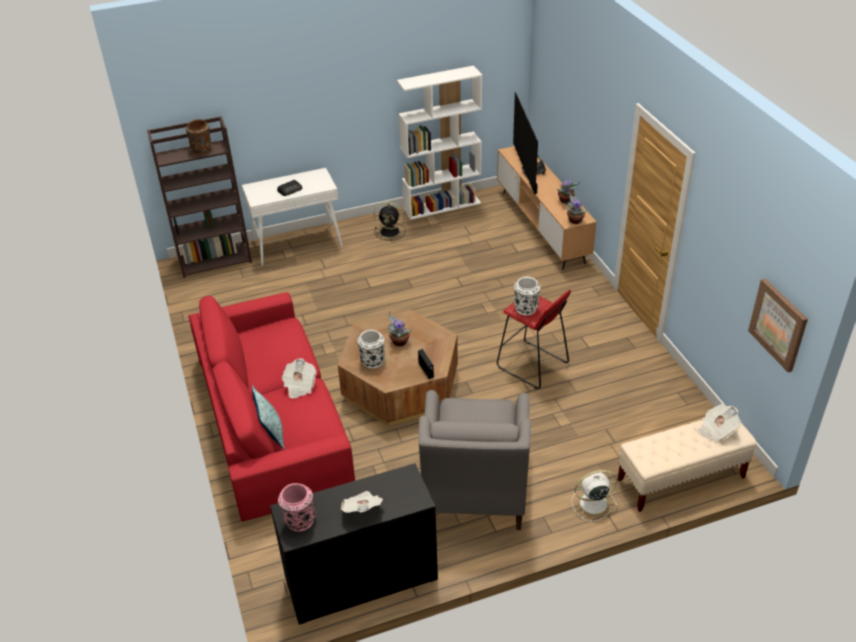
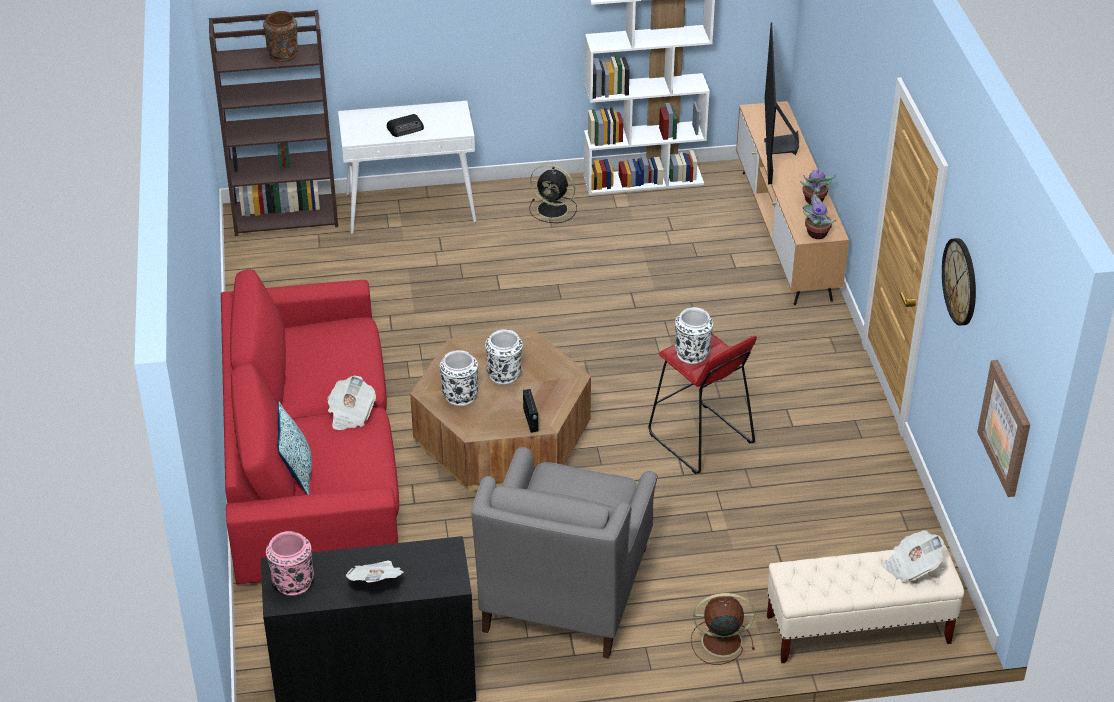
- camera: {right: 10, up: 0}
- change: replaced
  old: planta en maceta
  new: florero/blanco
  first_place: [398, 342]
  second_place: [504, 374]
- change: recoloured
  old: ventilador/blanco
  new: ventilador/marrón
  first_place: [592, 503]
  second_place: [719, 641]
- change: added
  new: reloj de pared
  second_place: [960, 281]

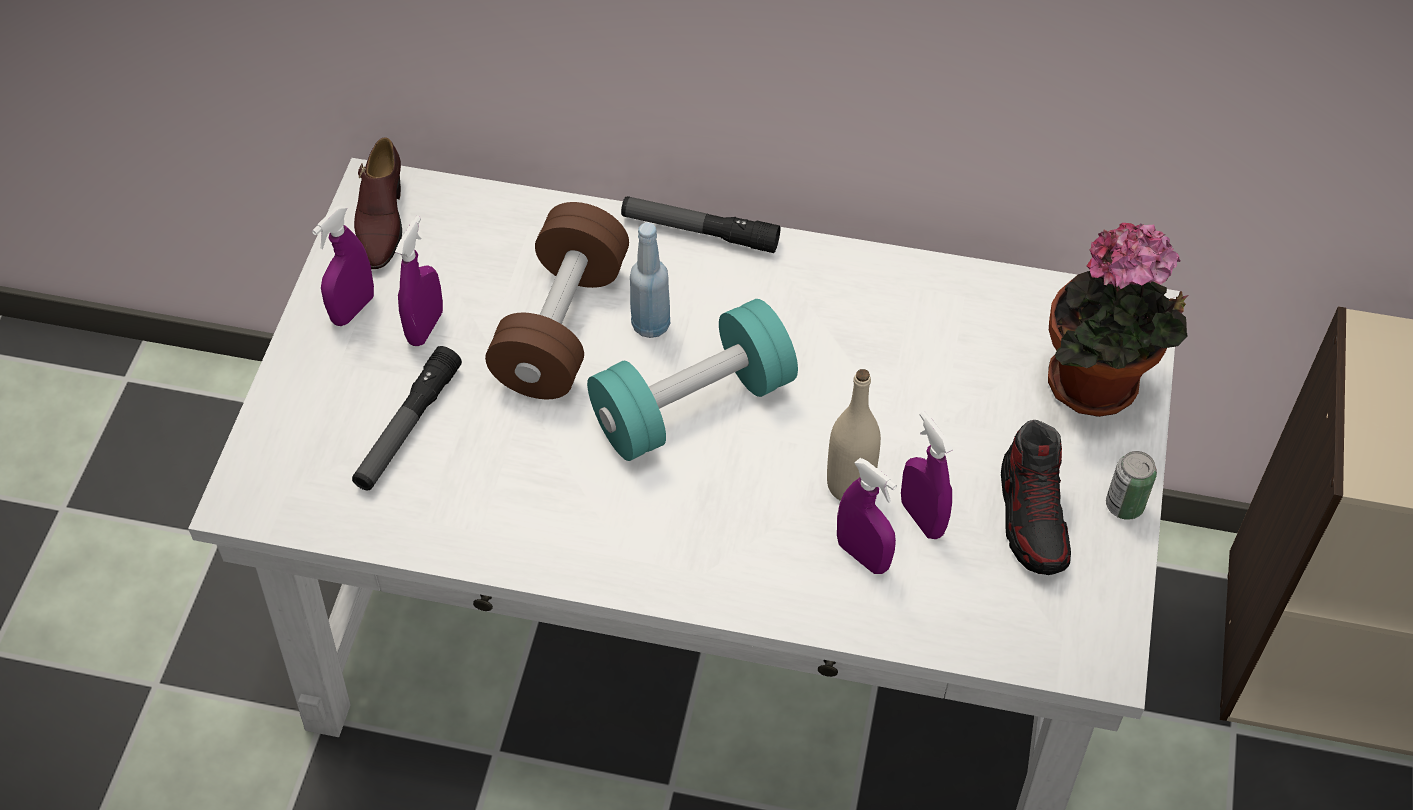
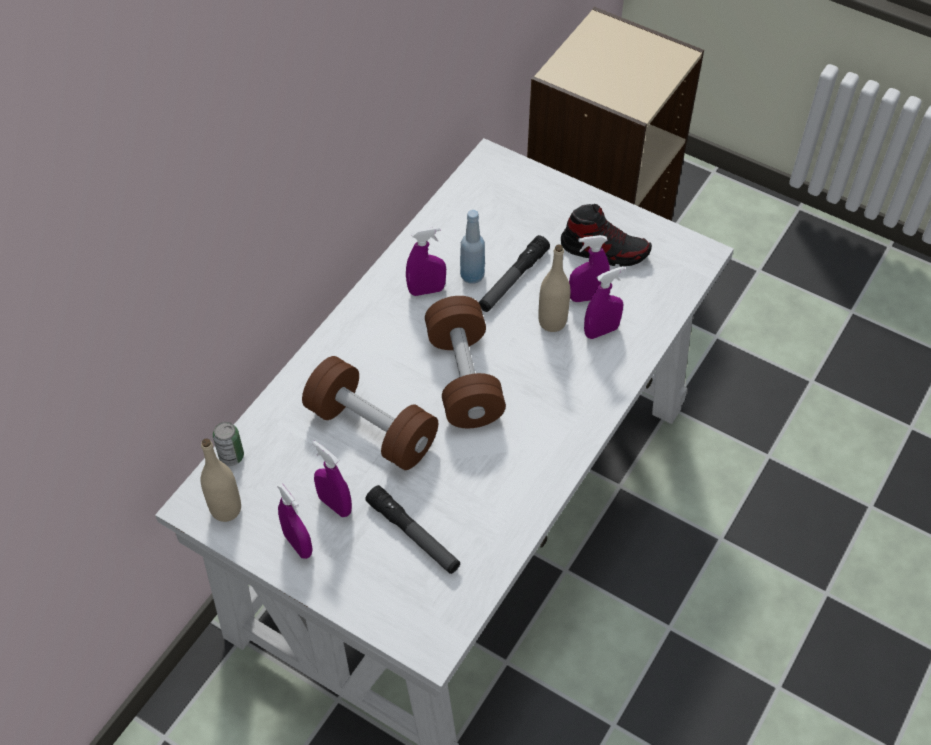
- camera: {right: -70, up: 0}
- change: replaced
  old: zapato/marrón
  new: botella/beis
  first_place: [381, 220]
  second_place: [226, 509]
- change: moved
  old: linterna
  first_place: [699, 231]
  second_place: [513, 280]
- change: moved
  old: botella/azul
  first_place: [650, 325]
  second_place: [472, 276]
- change: removed
  old: planta en maceta
  first_place: [1098, 388]
- change: recoloured
  old: mancuerna/turquesa
  new: mancuerna/marrón
  first_place: [693, 405]
  second_place: [464, 378]
- change: moved
  old: lata
  first_place: [1124, 505]
  second_place: [231, 456]
- change: added
  new: pulverizador/morado
  second_place: [426, 290]

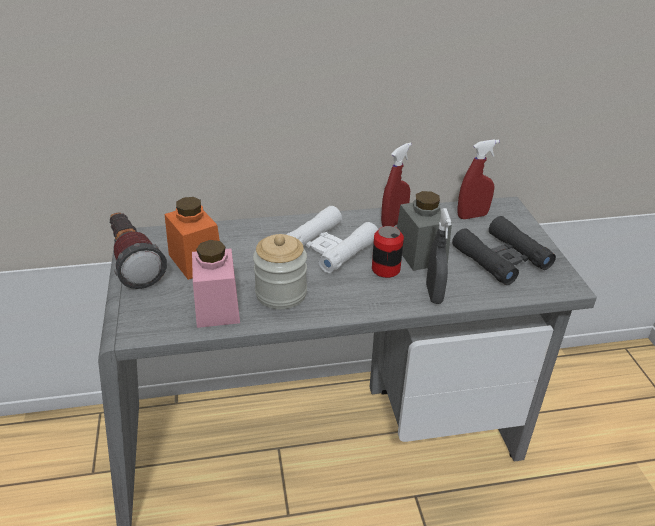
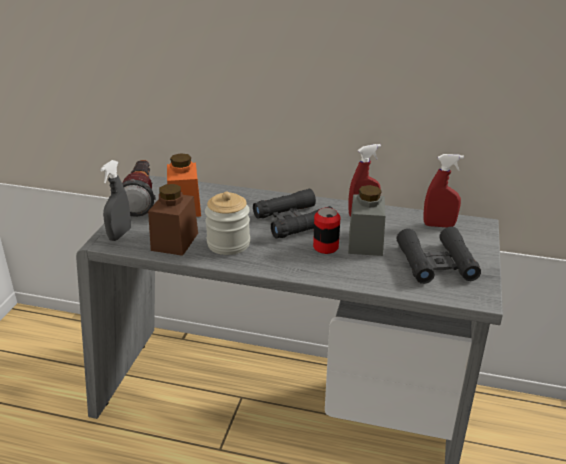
- camera: {right: 25, up: -5}
- change: recoloured
  old: prismáticos/blanco
  new: prismáticos/negro
  first_place: [329, 247]
  second_place: [293, 221]
- change: moved
  old: pulverizador/gris
  first_place: [434, 294]
  second_place: [119, 234]
- change: recoloured
  old: tarro/rosa
  new: tarro/marrón
  first_place: [217, 308]
  second_place: [175, 241]

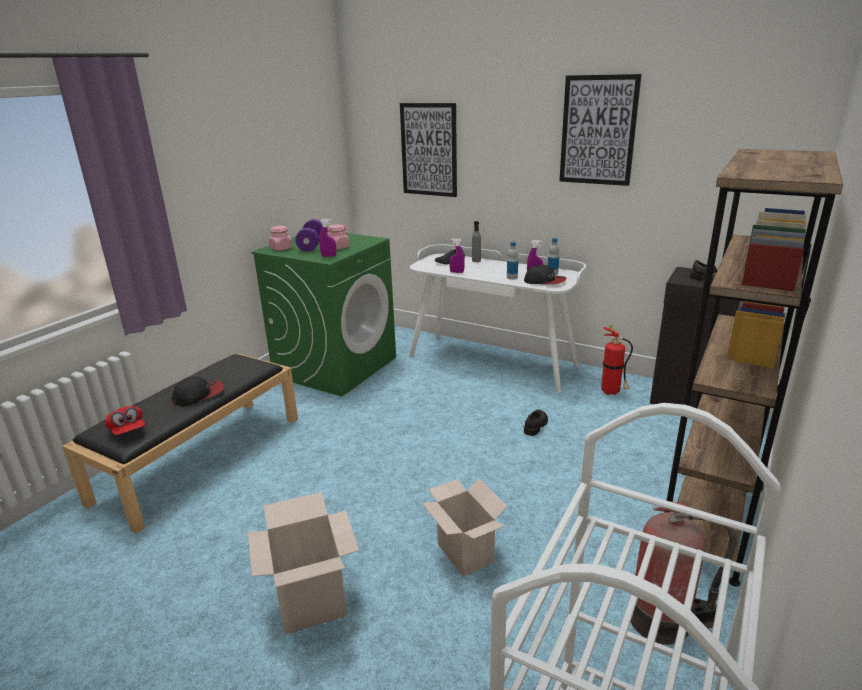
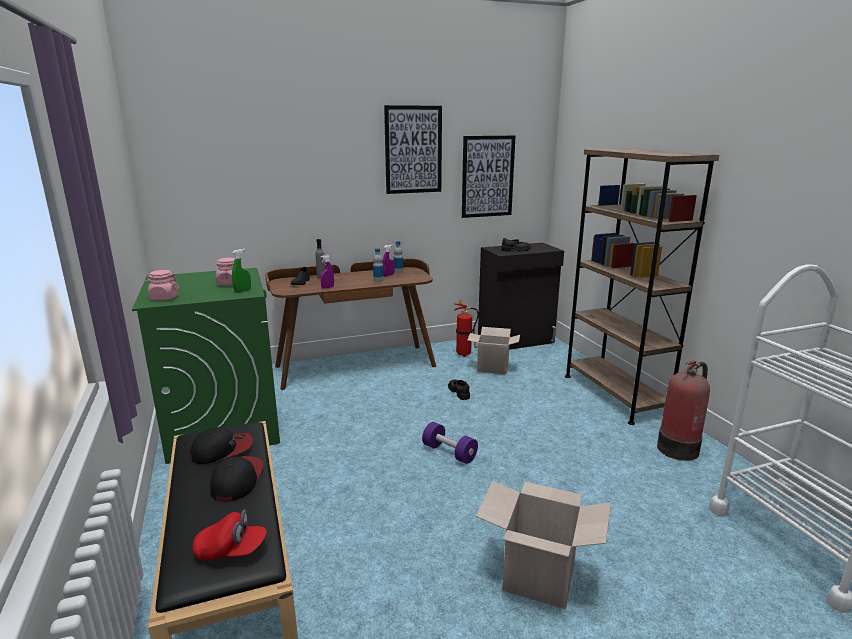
- camera: {right: -50, up: -5}
- change: moved
  old: cuadro
  first_place: [429, 150]
  second_place: [487, 176]
- change: moved
  old: mancuerna/morado
  first_place: [311, 245]
  second_place: [449, 453]
- change: recoloured
  old: pulverizador/morado
  new: pulverizador/verde
  first_place: [328, 256]
  second_place: [243, 291]
- change: recoloured
  old: escritorio/blanco
  new: escritorio/marrón
  first_place: [492, 361]
  second_place: [355, 366]
- change: moved
  old: gorra
  first_place: [545, 281]
  second_place: [222, 450]
- change: moved
  old: caja de cartón
  first_place: [463, 552]
  second_place: [491, 369]

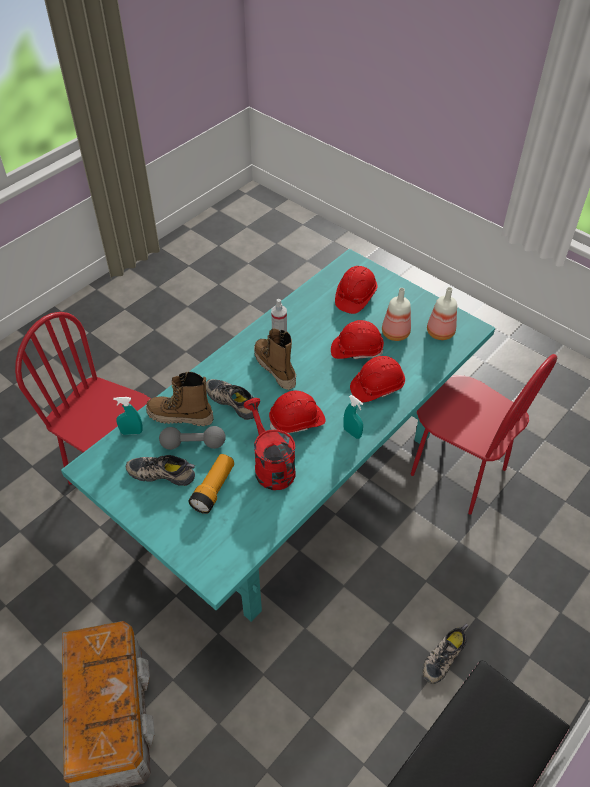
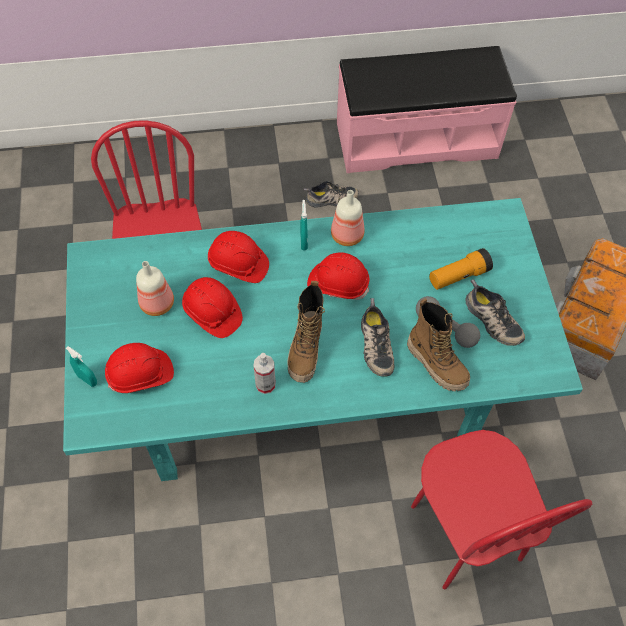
- camera: {right: -140, up: 10}
- change: moved
  old: botella
  first_place: [439, 333]
  second_place: [348, 235]
- change: moved
  old: pulverizador/turquesa
  first_place: [131, 432]
  second_place: [87, 379]
- change: removed
  old: regadera/rojo
  first_place: [271, 465]

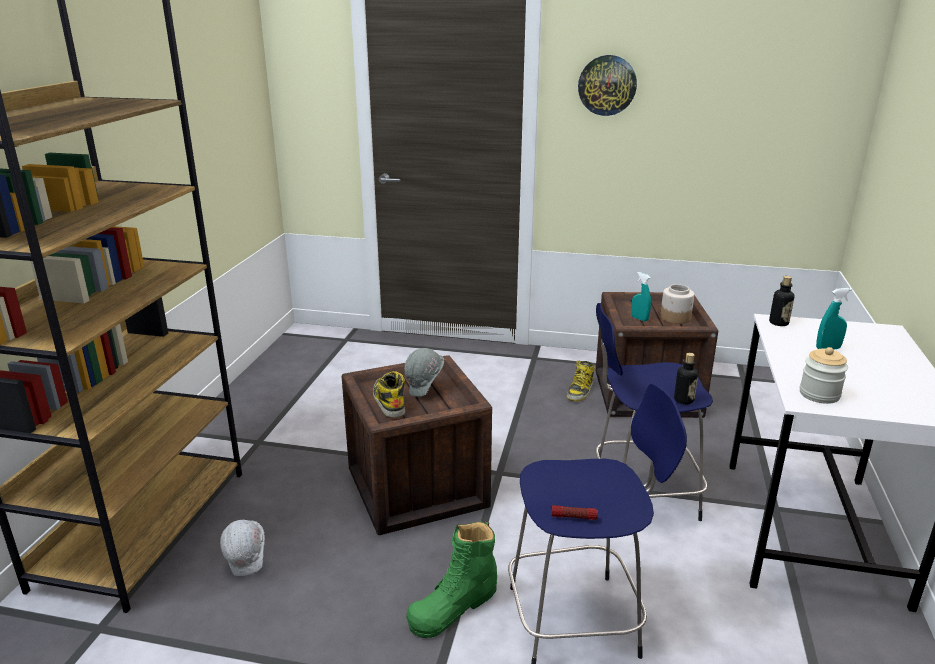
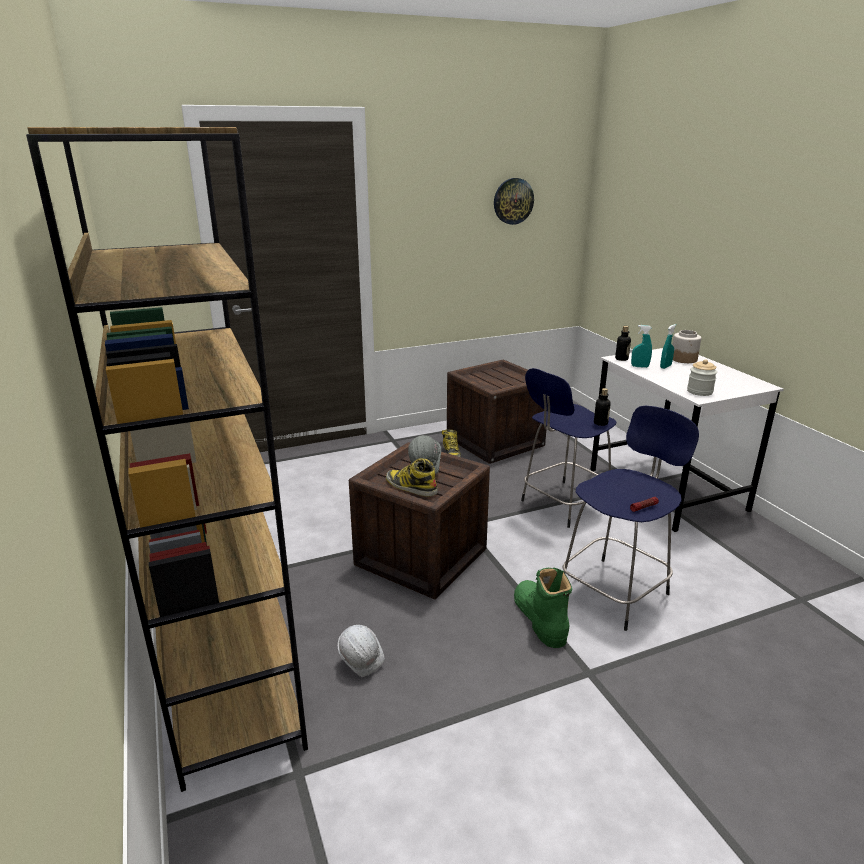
- camera: {right: -35, up: 0}
- change: moved
  old: reloj de pared
  first_place: [607, 85]
  second_place: [513, 201]
- change: moved
  old: pulverizador/turquesa
  first_place: [639, 319]
  second_place: [639, 366]
- change: moved
  old: tarro
  first_place: [675, 318]
  second_place: [684, 359]
- change: turned
  old: bota/verde
  first_place: [454, 606]
  second_place: [539, 619]
  degrees: 150

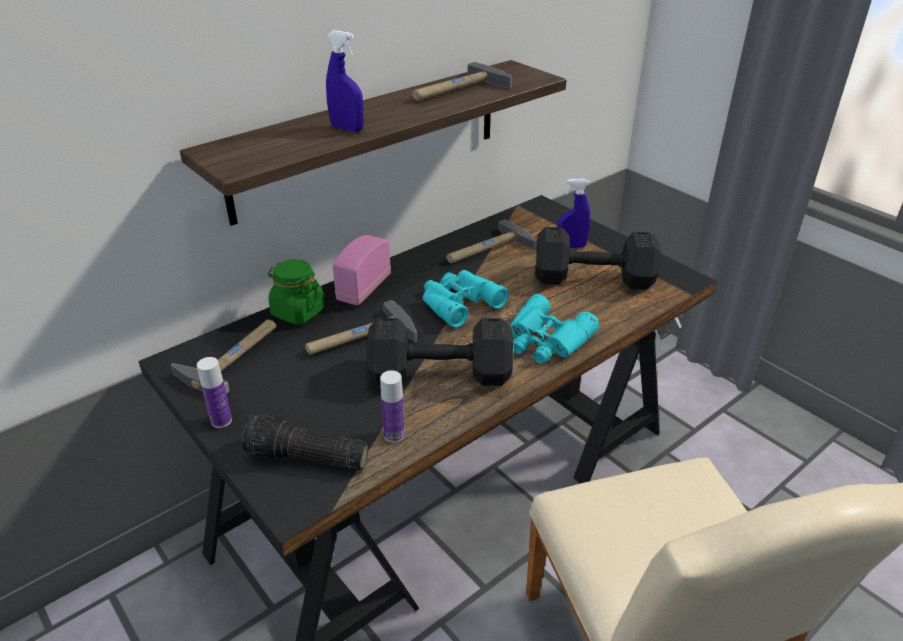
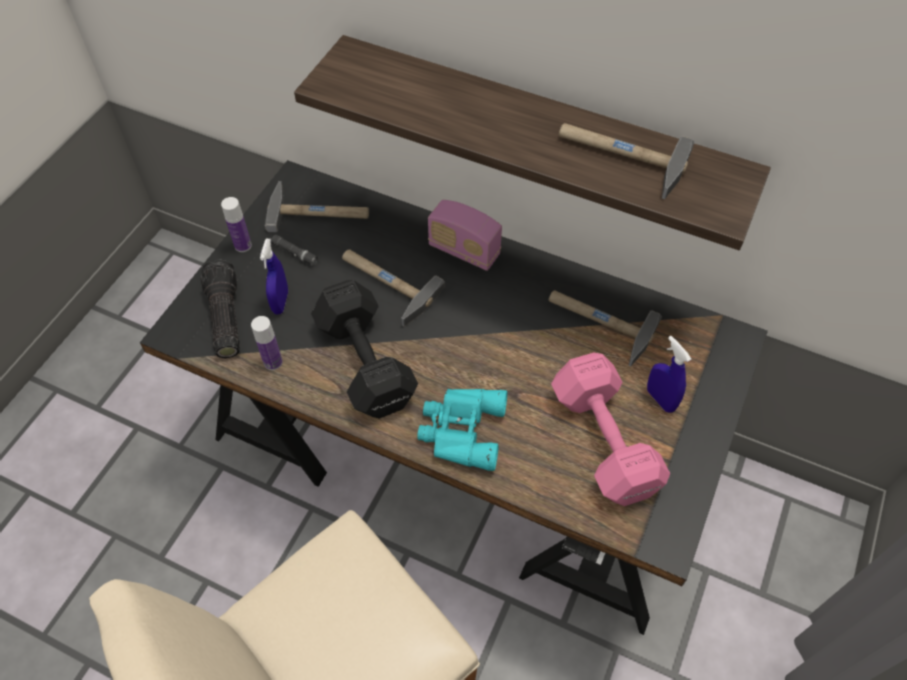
- camera: {right: 65, up: 20}
- change: moved
  old: pulverizador/azul
  first_place: [347, 129]
  second_place: [280, 302]
- change: recoloured
  old: mancuerna/negro
  new: mancuerna/rosa
  first_place: [596, 279]
  second_place: [604, 444]
- change: turned
  old: radio
  first_place: [364, 288]
  second_place: [464, 251]
  degrees: -150
- change: removed
  old: tarro/verde
  first_place: [298, 312]
- change: removed
  old: prismáticos/turquesa
  first_place: [458, 302]
- change: added
  new: linterna/negro
  second_place: [295, 253]

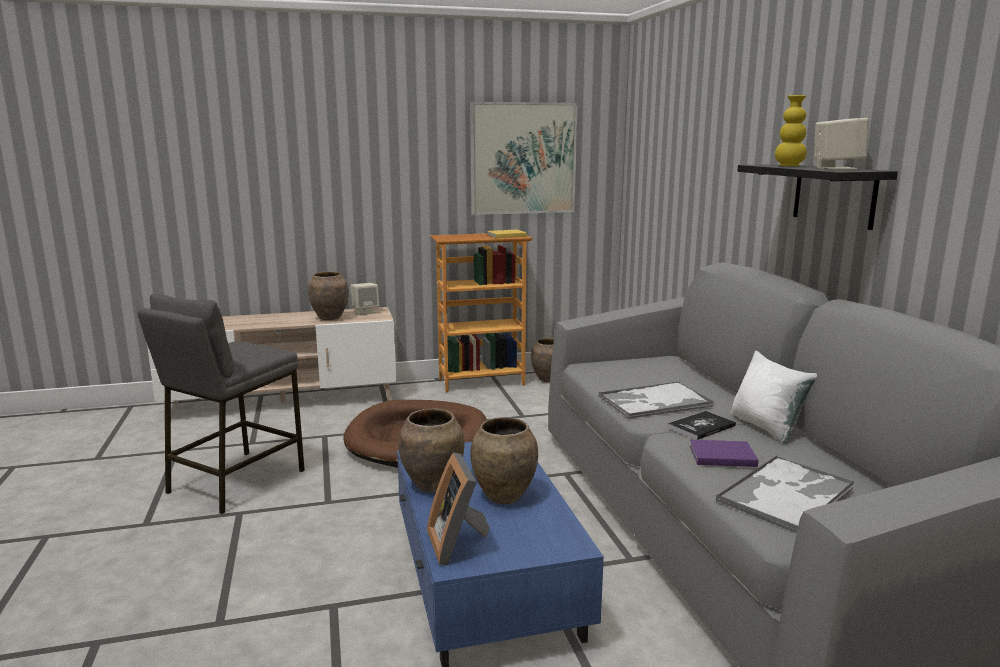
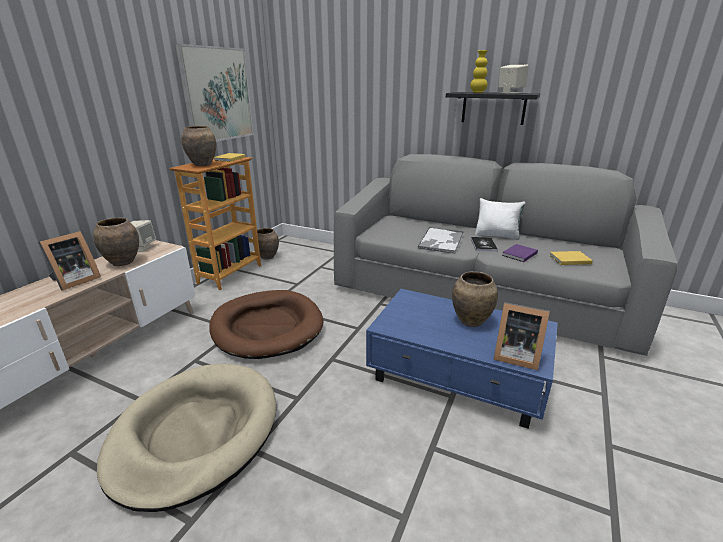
- camera: {right: -50, up: 10}
- change: replaced
  old: taburete/gris
  new: cama para perro/beis
  first_place: [235, 481]
  second_place: [195, 434]
- change: moved
  old: florero/marrón
  first_place: [433, 485]
  second_place: [203, 165]
- change: replaced
  old: bandeja
  new: libro/amarillo
  first_place: [786, 494]
  second_place: [568, 259]
- change: added
  new: portarretratos
  second_place: [74, 281]

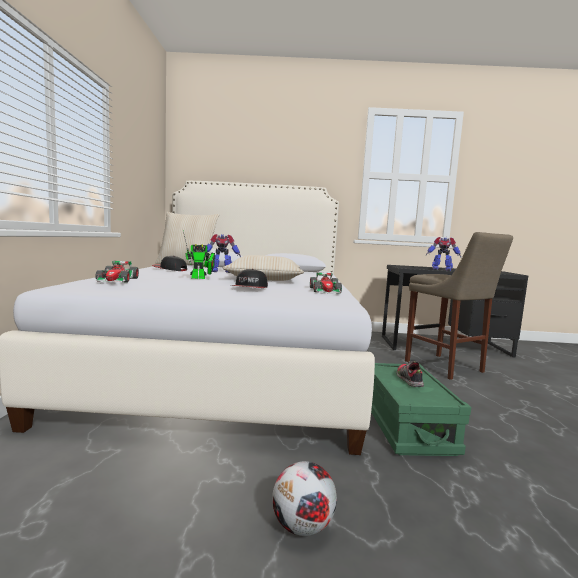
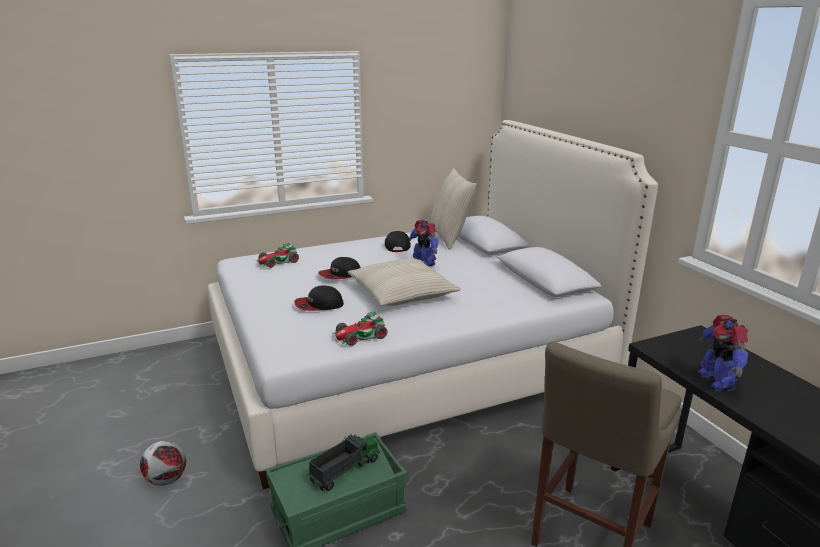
- camera: {right: 65, up: 15}
- change: replaced
  old: robot de juguete
  new: gorra
  first_place: [200, 278]
  second_place: [340, 275]
- change: replaced
  old: zapato
  new: camión de juguete
  first_place: [409, 380]
  second_place: [345, 470]

